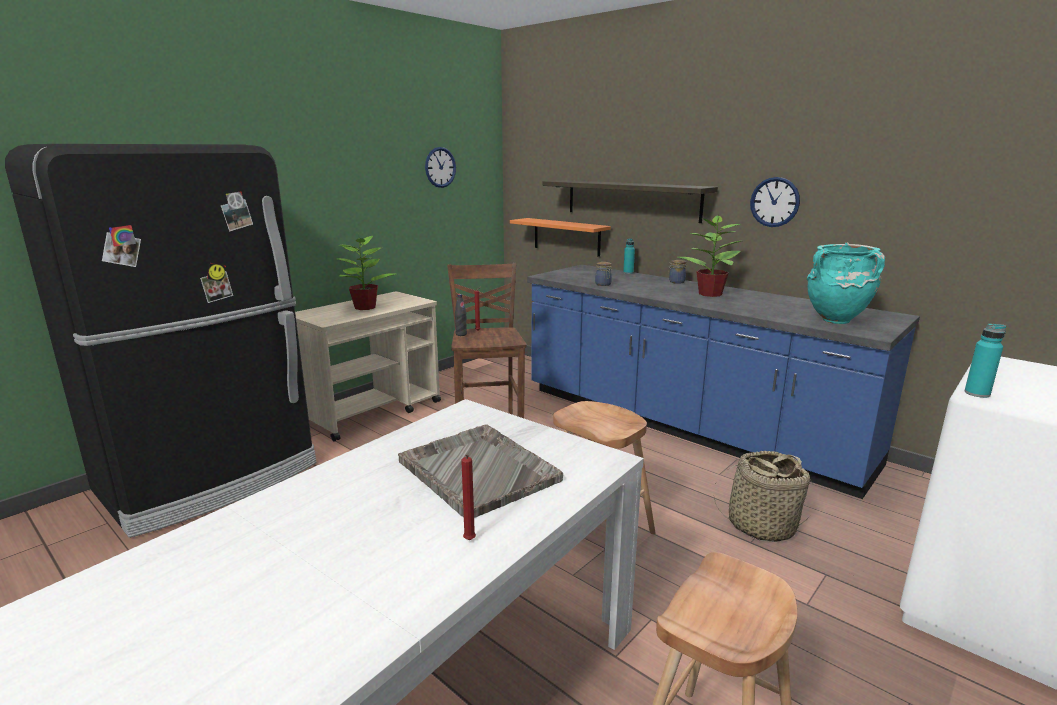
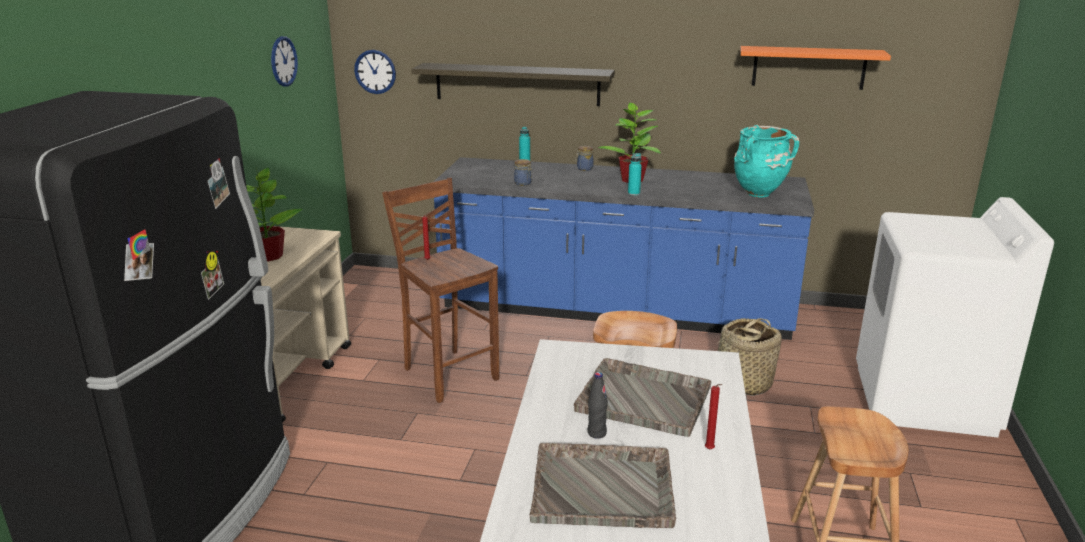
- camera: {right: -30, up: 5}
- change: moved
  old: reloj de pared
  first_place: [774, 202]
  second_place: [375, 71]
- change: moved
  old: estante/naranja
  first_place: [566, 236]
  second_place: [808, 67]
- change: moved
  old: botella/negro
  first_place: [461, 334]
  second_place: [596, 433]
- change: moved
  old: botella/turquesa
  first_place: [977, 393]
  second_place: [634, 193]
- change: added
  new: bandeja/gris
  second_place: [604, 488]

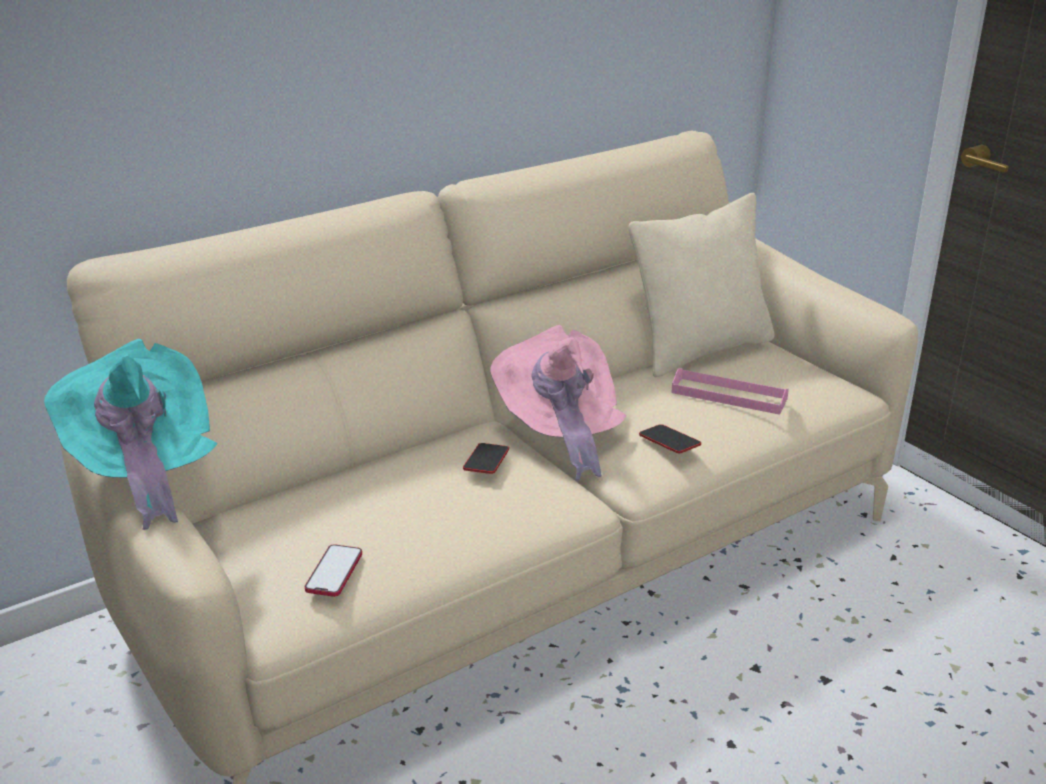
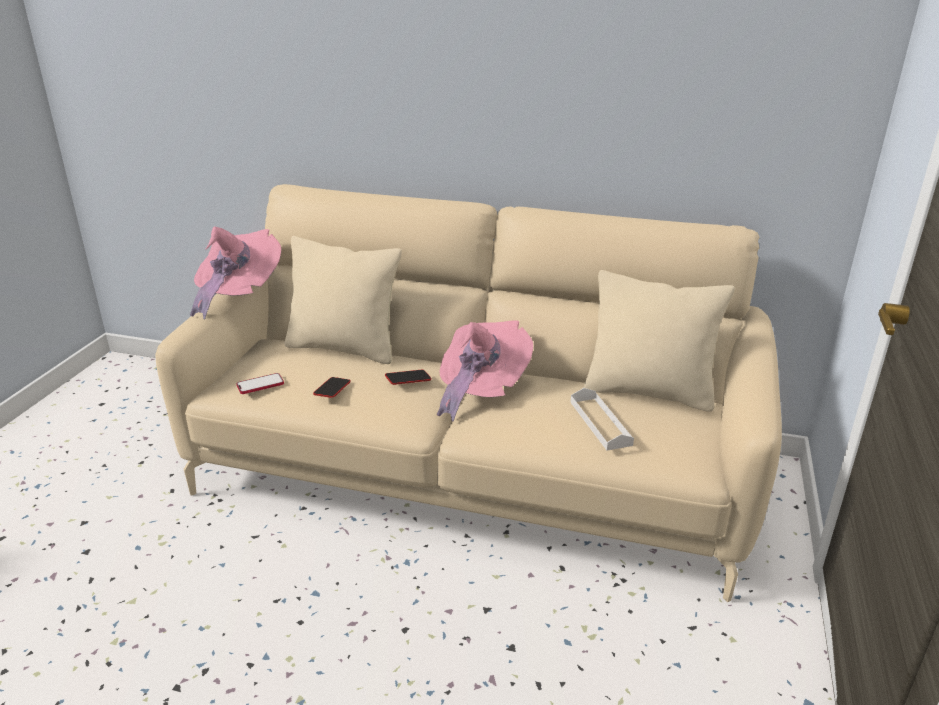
- camera: {right: 50, up: 0}
- change: recoloured
  old: sombrero/turquesa
  new: sombrero/rosa
  first_place: [143, 470]
  second_place: [237, 295]
- change: recoloured
  old: bandeja/rosa
  new: bandeja/blanco
  first_place: [729, 395]
  second_place: [600, 423]
- change: moved
  old: móvil
  first_place: [669, 443]
  second_place: [332, 390]
- change: added
  new: cojín/beis
  second_place: [344, 348]

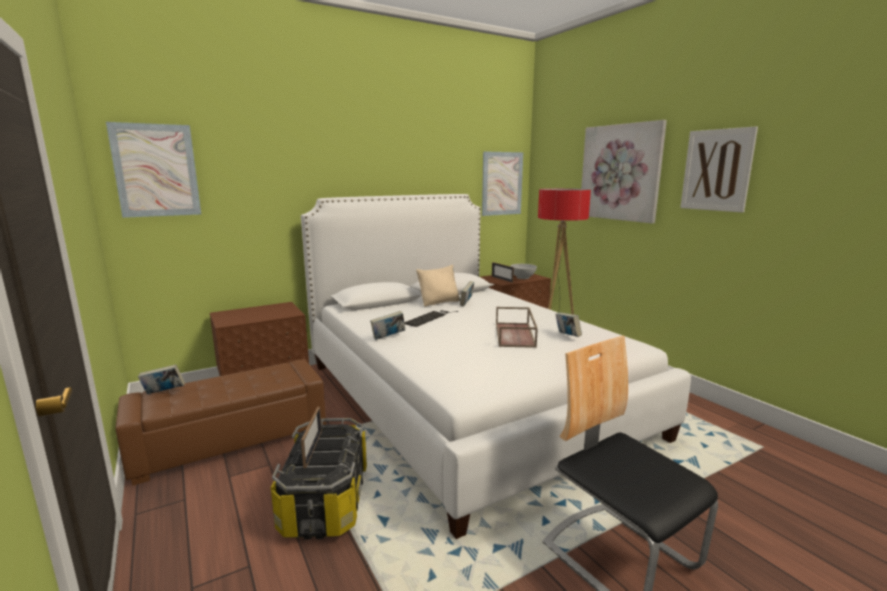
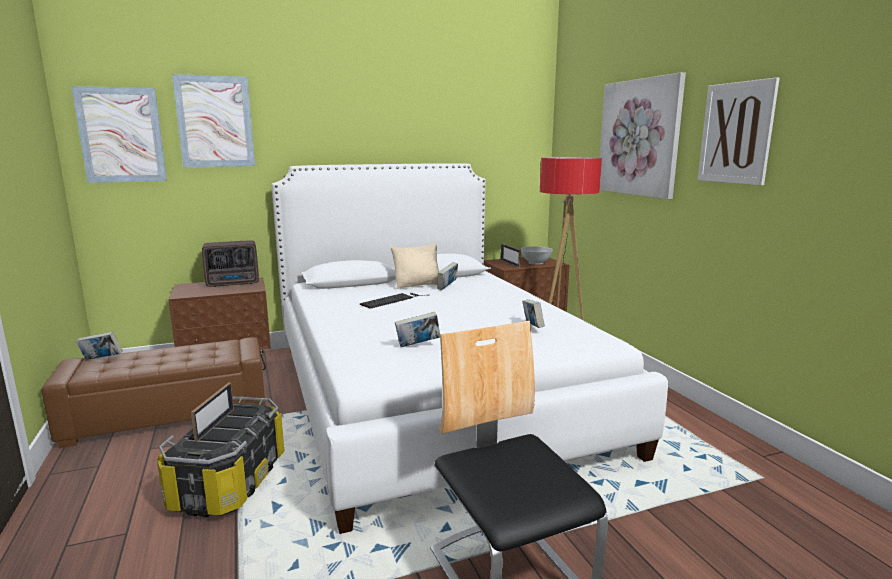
- camera: {right: 10, up: 0}
- change: moved
  old: cuadro
  first_place: [502, 183]
  second_place: [215, 122]
- change: removed
  old: bandeja/marrón
  first_place: [515, 335]
- change: moved
  old: libro
  first_place: [388, 337]
  second_place: [418, 345]
- change: added
  new: radio
  second_place: [234, 283]

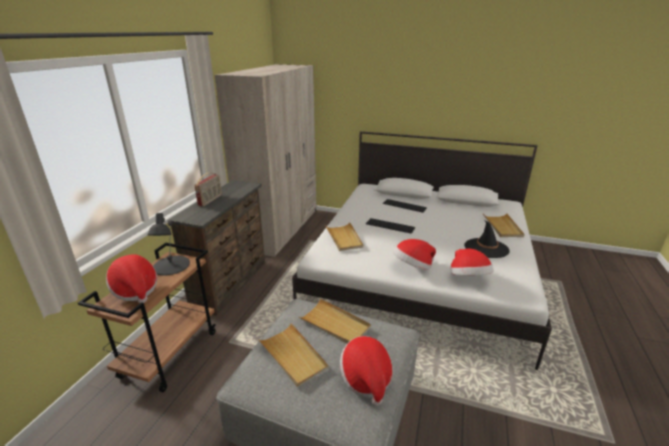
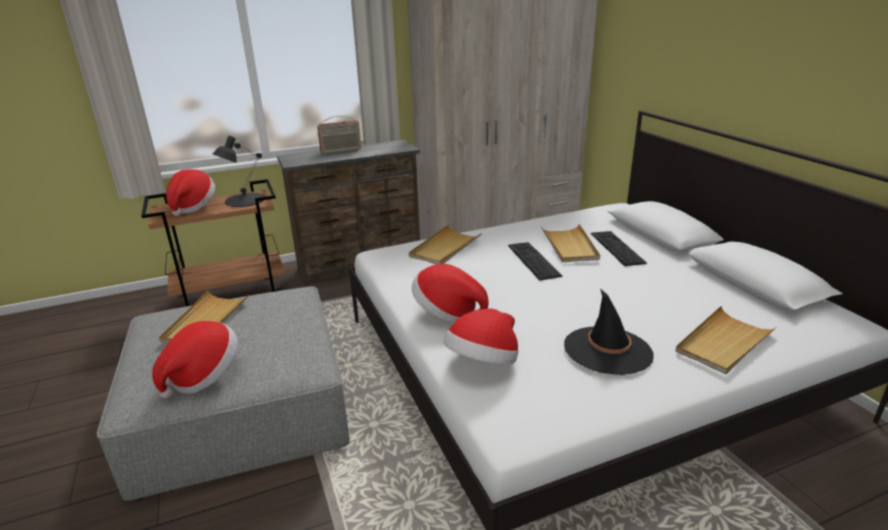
- camera: {right: 50, up: 0}
- change: moved
  old: bandeja/beis
  first_place: [335, 324]
  second_place: [569, 246]

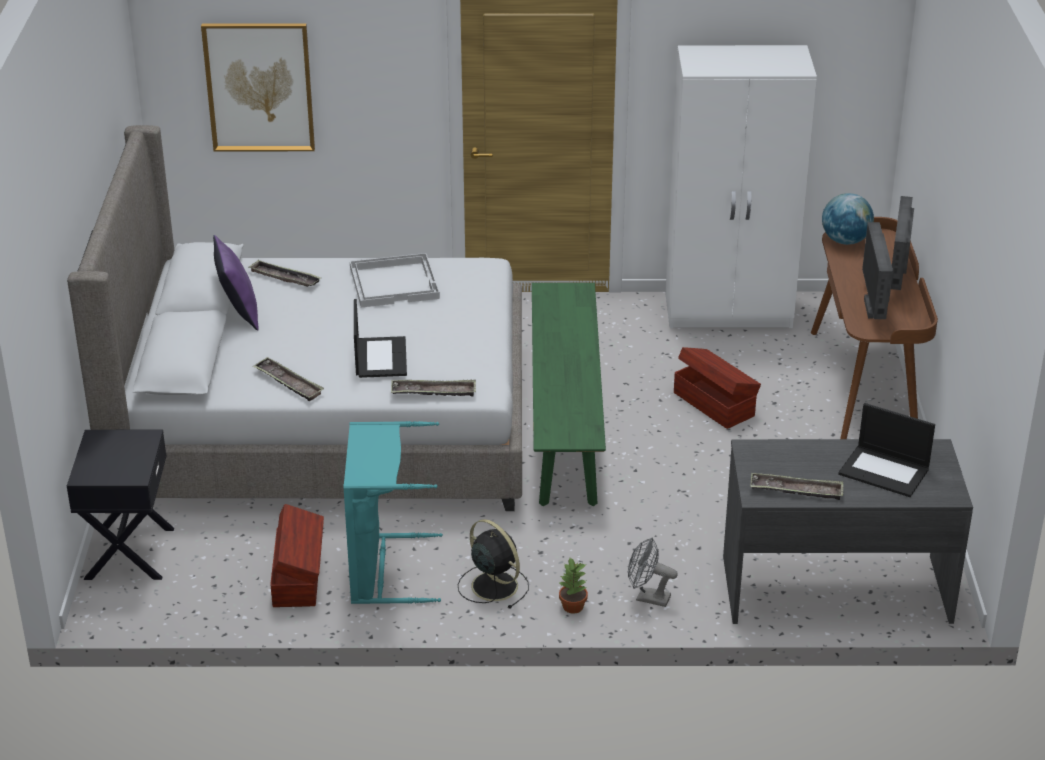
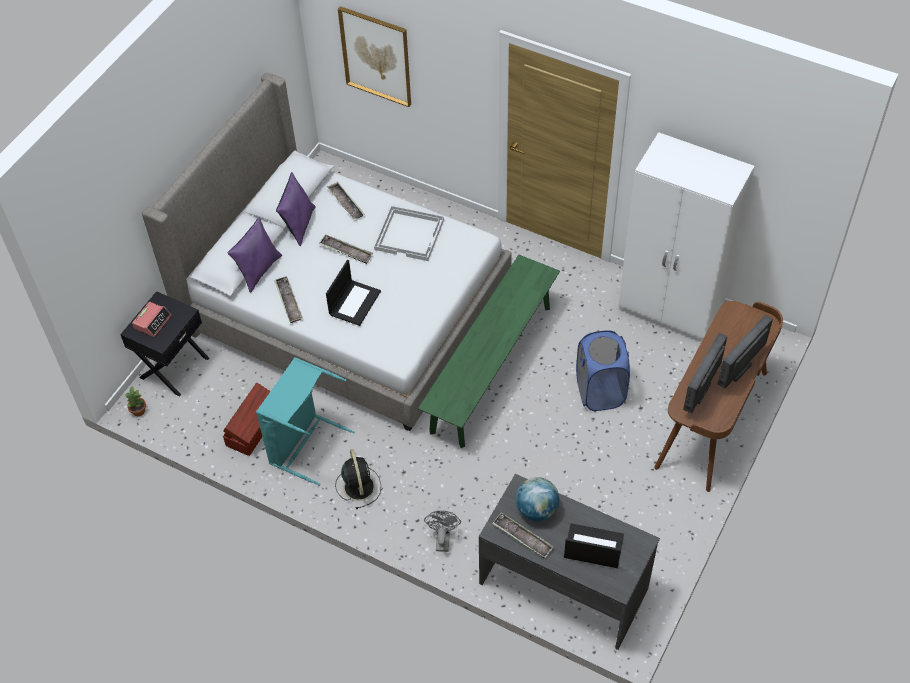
- camera: {right: 30, up: 20}
- change: moved
  old: globo terráqueo
  first_place: [845, 241]
  second_place: [537, 510]
- change: replaced
  old: caja de almacenaje/marrón
  new: cesto de la ropa/azul
  first_place: [714, 403]
  second_place: [600, 391]
- change: moved
  old: bandeja
  first_place: [433, 392]
  second_place: [346, 251]
- change: turned
  old: portátil
  first_place: [885, 471]
  second_place: [592, 547]
  degrees: 135
- change: turned
  old: ventilador/gris
  first_place: [647, 598]
  second_place: [442, 538]
  degrees: 45
- change: moved
  old: planta en maceta
  first_place: [573, 607]
  second_place: [138, 411]
- change: added
  new: cojín/morado
  second_place: [258, 270]
- change: added
  new: despertador
  second_place: [152, 322]

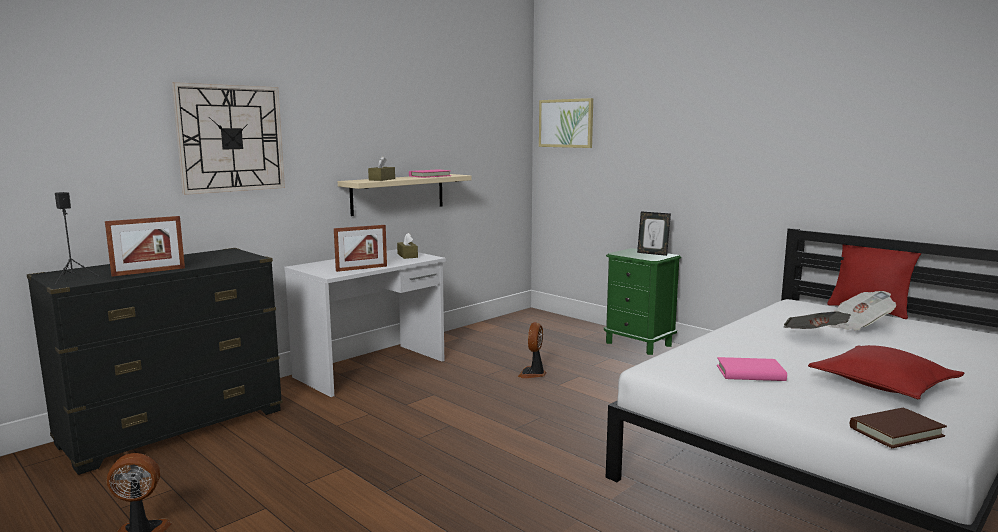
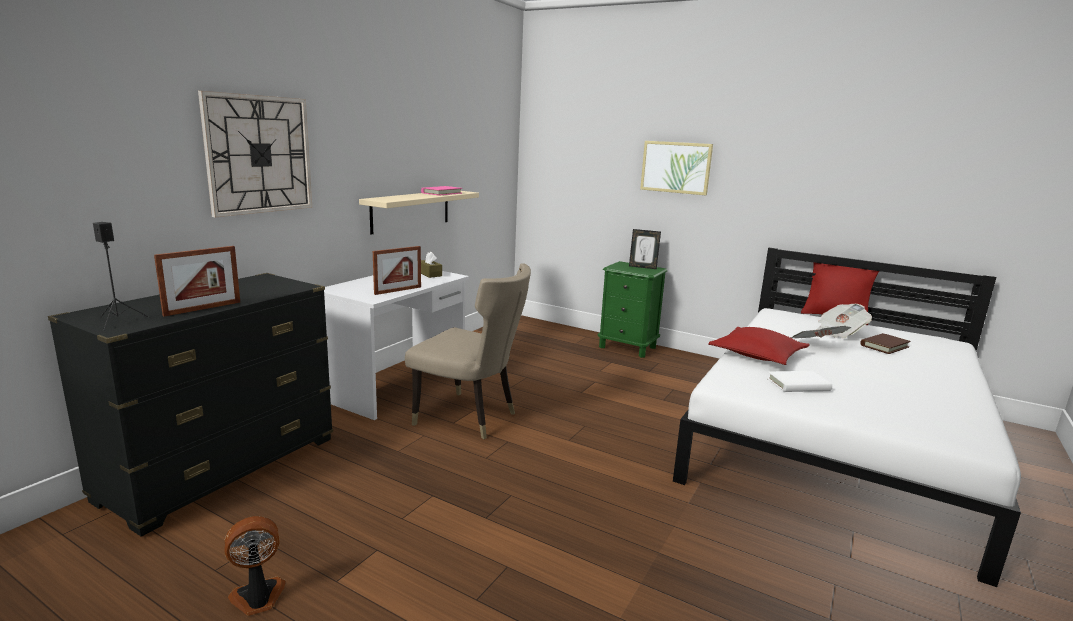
- camera: {right: -15, up: 5}
- change: moved
  old: cuadro
  first_place: [566, 123]
  second_place: [676, 167]
- change: removed
  old: caja de pañuelos/marrón
  first_place: [382, 179]
- change: removed
  old: ventilador
  first_place: [533, 374]
- change: moved
  old: cojín/rojo
  first_place: [883, 385]
  second_place: [757, 355]
- change: recoloured
  old: libro/rosa
  new: libro/blanco
  first_place: [750, 373]
  second_place: [798, 385]
- change: moved
  old: libro/marrón
  first_place: [896, 431]
  second_place: [884, 346]
- change: added
  new: silla/beis
  second_place: [470, 418]

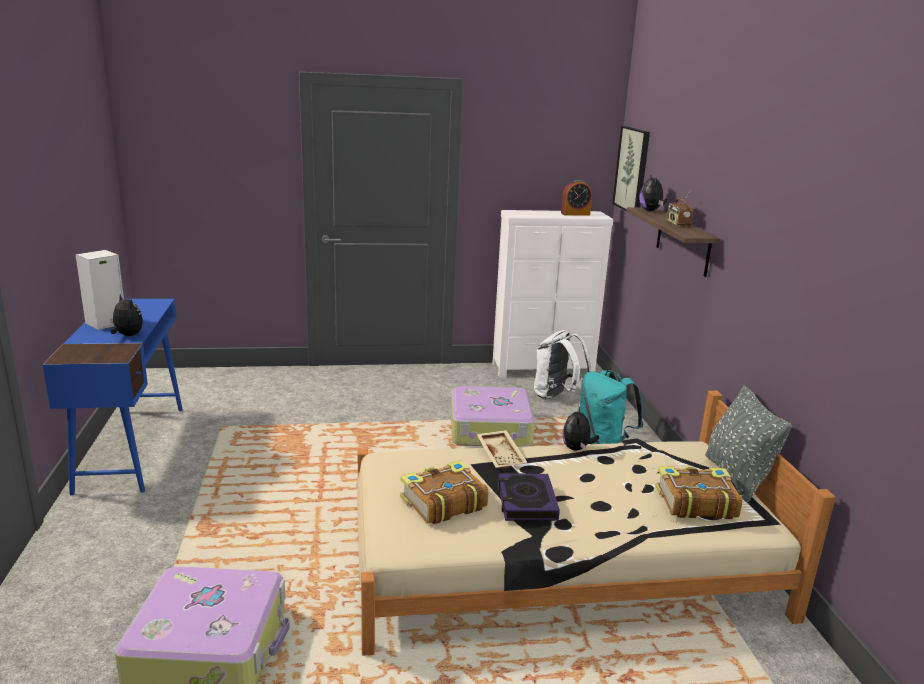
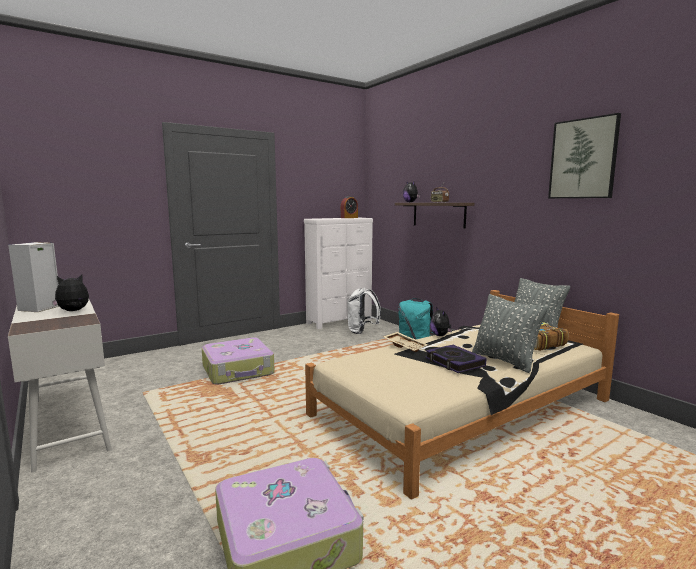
- camera: {right: -25, up: -10}
- change: moved
  old: cuadro
  first_place: [632, 170]
  second_place: [583, 159]
- change: turned
  old: peluche
  first_place: [127, 335]
  second_place: [73, 311]
  degrees: -45
- change: recoloured
  old: escritorio/azul
  new: escritorio/blanco
  first_place: [132, 447]
  second_place: [69, 423]
- change: moved
  old: maleta
  first_place: [491, 430]
  second_place: [238, 370]
- change: removed
  old: libro
  first_place: [442, 503]
- change: added
  new: cojín/gris
  second_place: [505, 360]

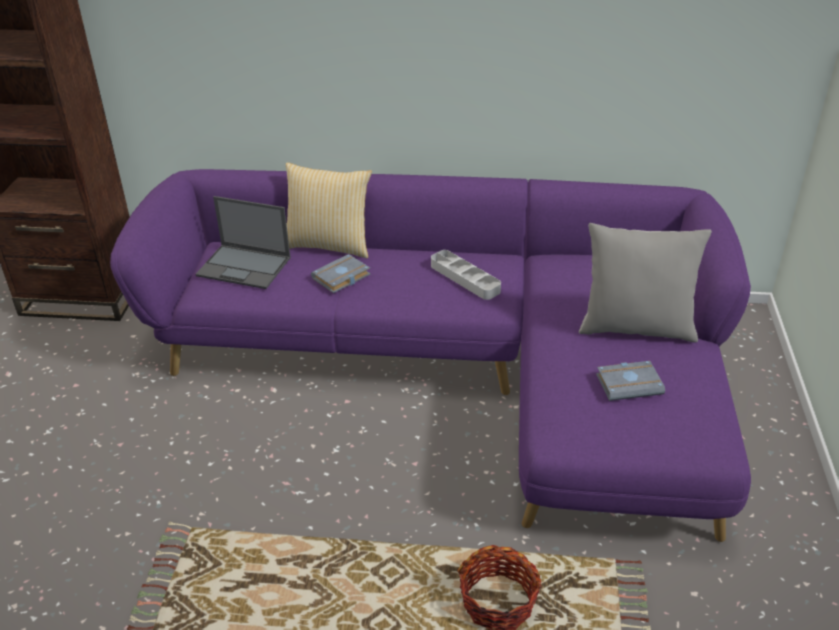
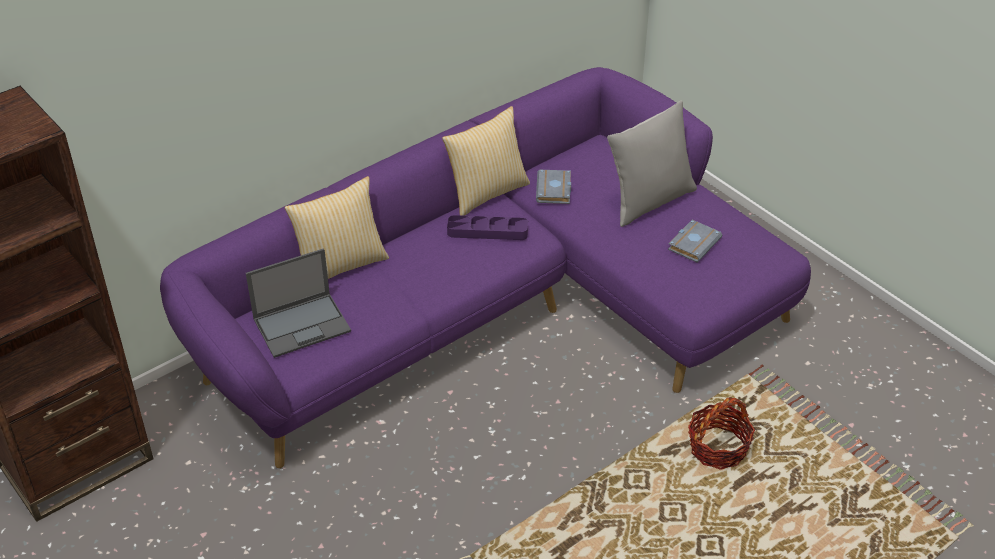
- camera: {right: -45, up: 5}
- change: recoloured
  old: bandeja/gris
  new: bandeja/morado
  first_place: [465, 278]
  second_place: [487, 231]
- change: moved
  old: libro/gris
  first_place: [341, 278]
  second_place: [555, 190]
- change: added
  new: cojín
  second_place: [486, 193]

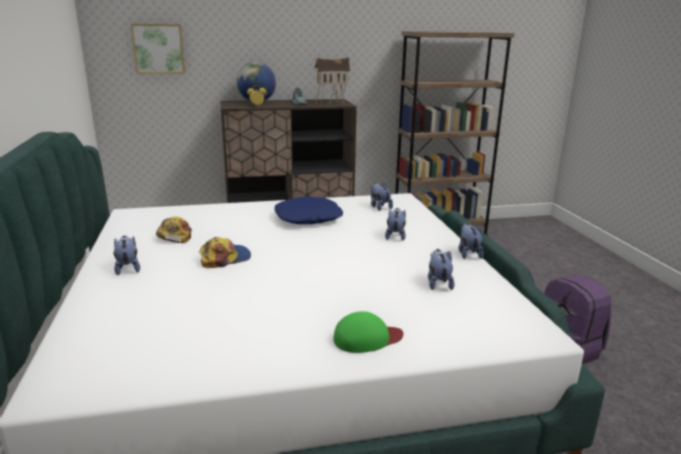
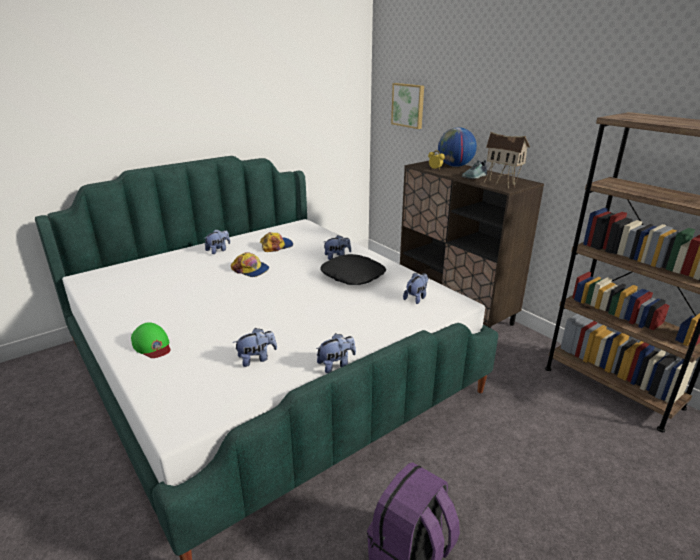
- camera: {right: 65, up: 5}
- change: recoloured
  old: cojín/azul
  new: cojín/negro
  first_place: [308, 218]
  second_place: [353, 275]
- change: moved
  old: peluche
  first_place: [395, 236]
  second_place: [337, 257]

